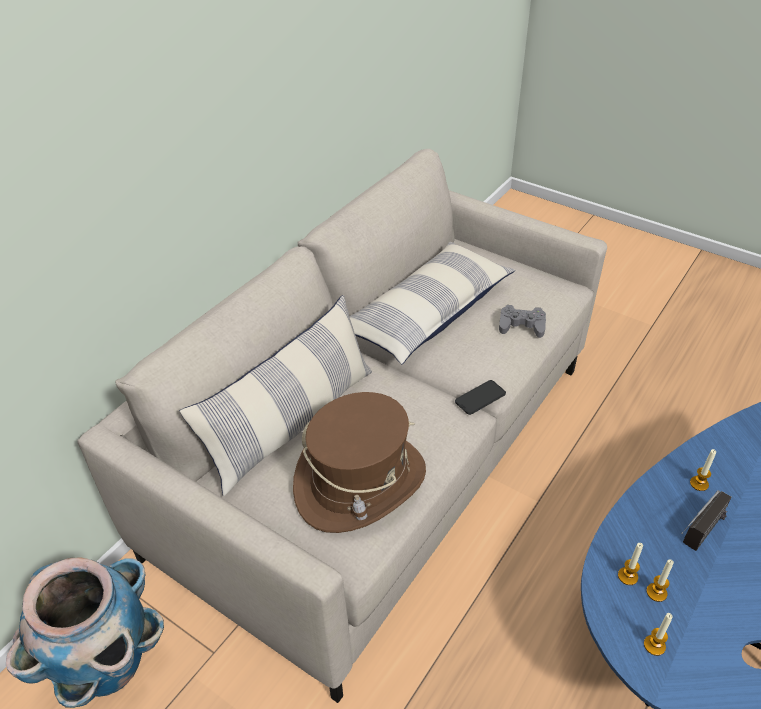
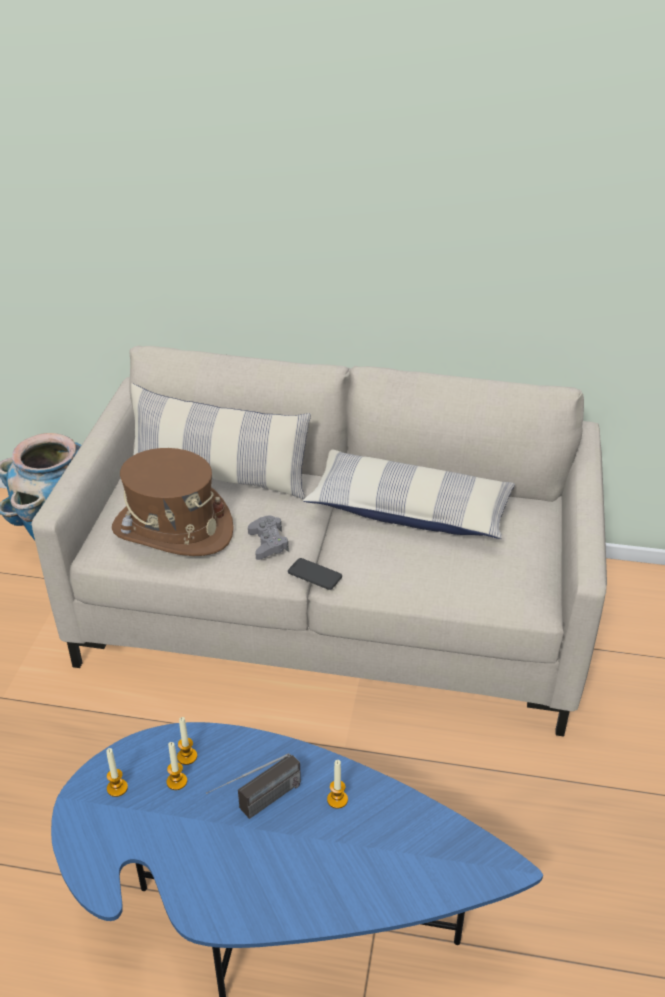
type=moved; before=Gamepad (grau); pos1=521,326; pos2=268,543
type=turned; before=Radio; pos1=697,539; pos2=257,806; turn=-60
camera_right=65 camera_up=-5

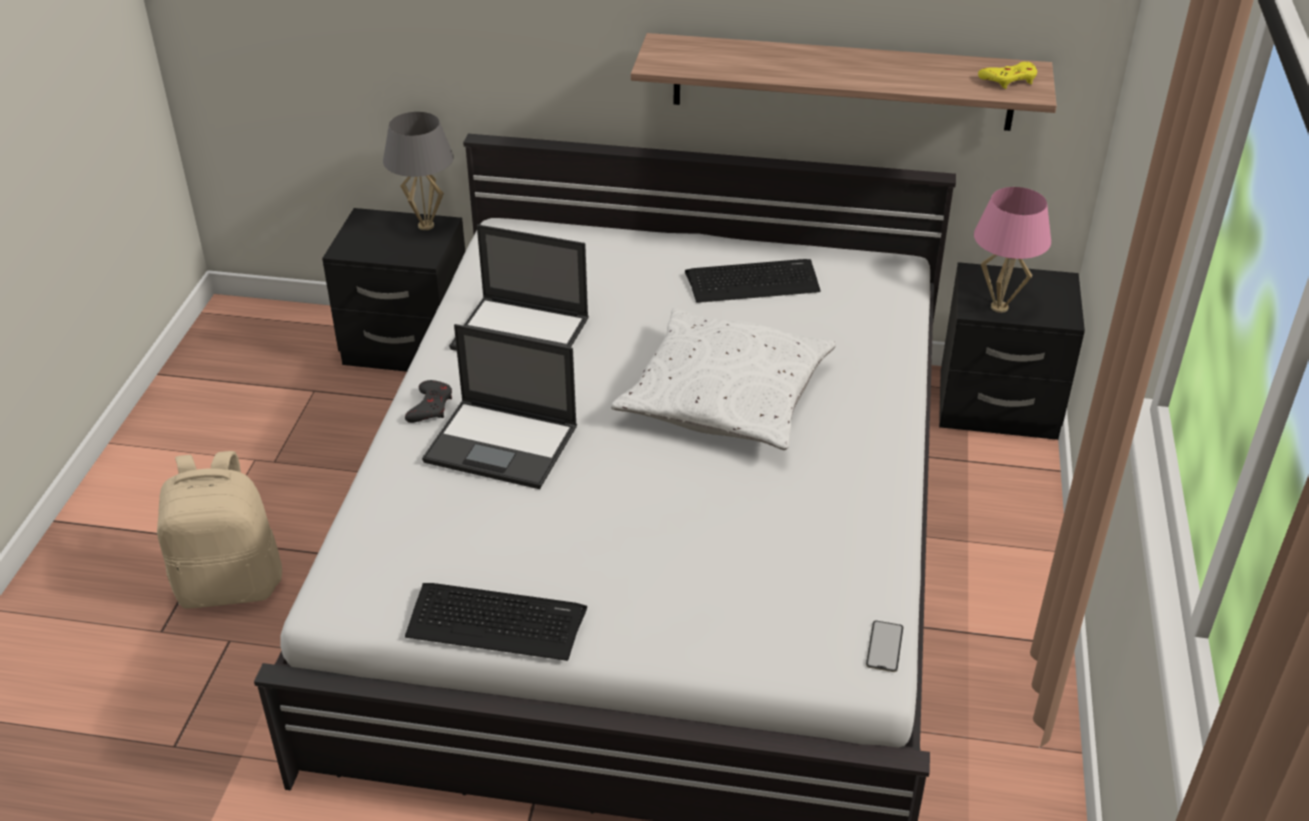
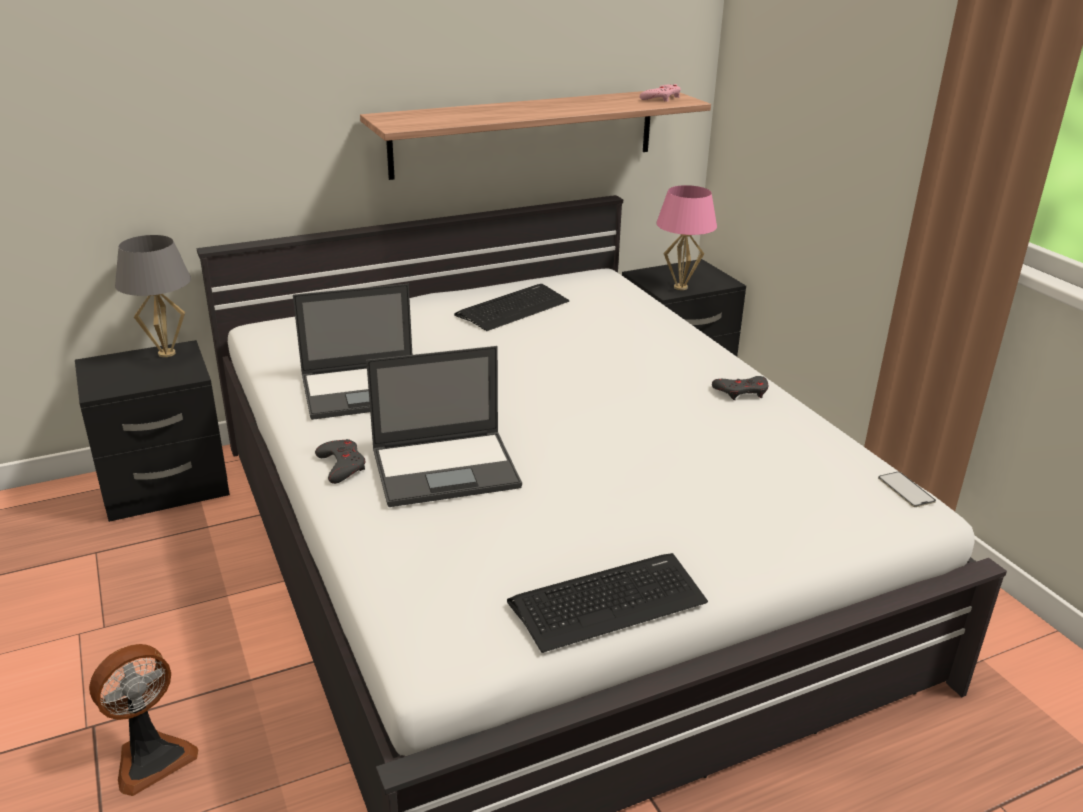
type=removed; before=Kissen (weiß); pos1=725,396
type=added; after=Gamepad (grau); pos2=742,392
type=replaced; before=Rucksack (beige); after=Ventilator; pos1=230,584; pos2=151,757
type=recoloured; before=Gamepad (gelb); after=Gamepad (rosa); pos1=1009,79; pos2=661,98
camera_right=-35 camera_up=-10

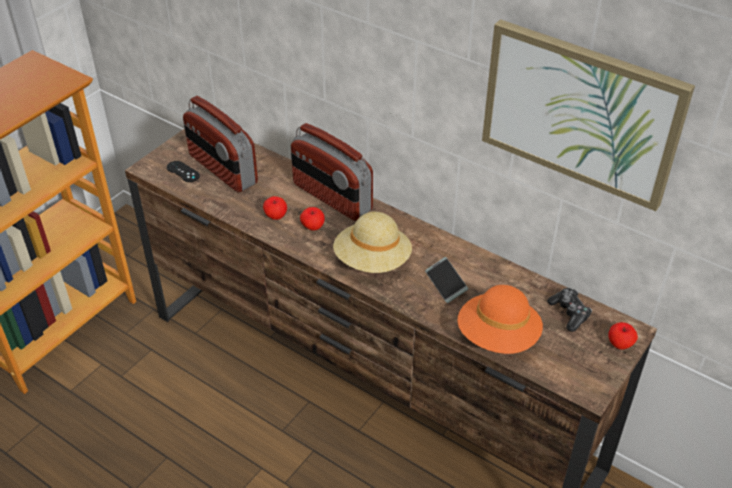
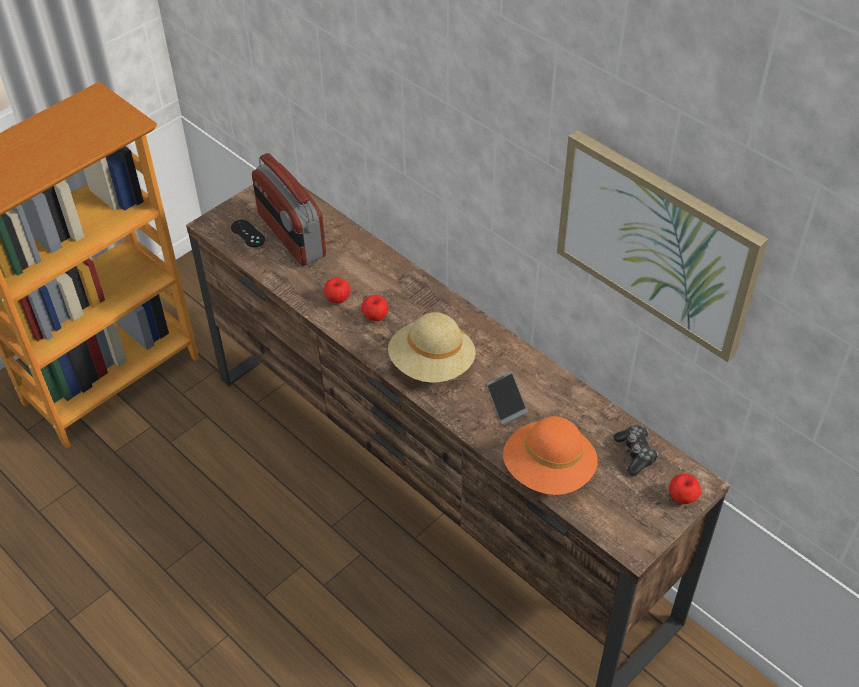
type=removed; before=Radio; pos1=331,197
camera_right=10 camera_up=5

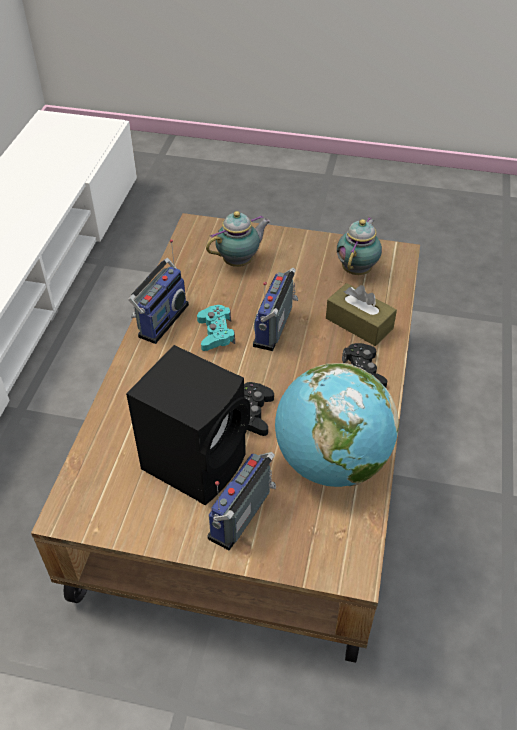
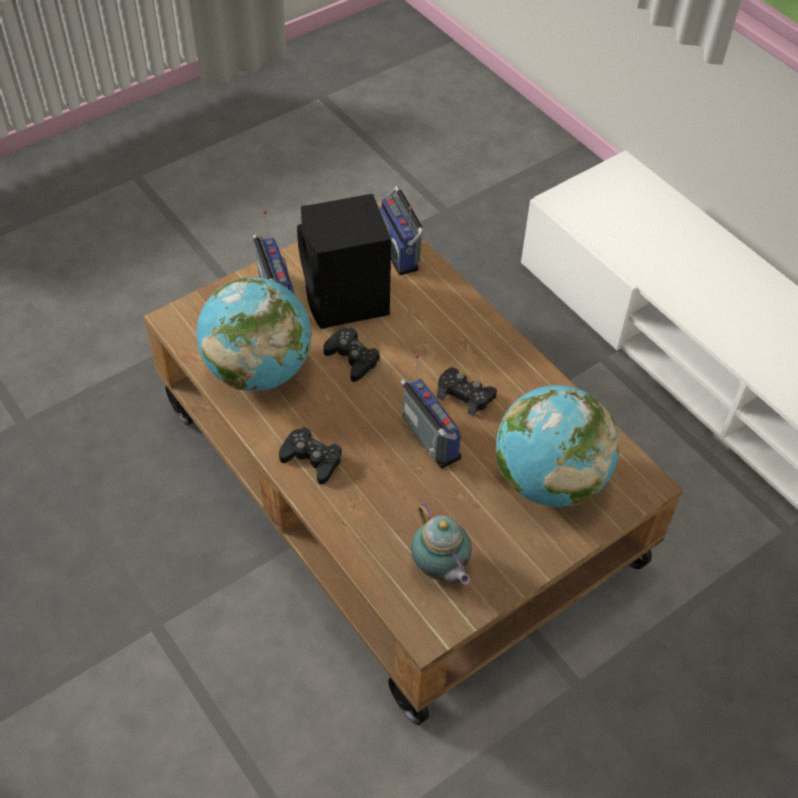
type=removed; before=Taschentuchbox (braun); pos1=359,323
type=moved; before=Radio; pos1=160,319; pos2=401,250
type=replaced; before=Teekanne; after=Globus; pos1=240,262; pos2=548,480
type=recoloured; before=Gamepad (türkis); after=Gamepad (schwarz); pos1=216,333; pos2=465,395
camera_right=130 camera_up=5

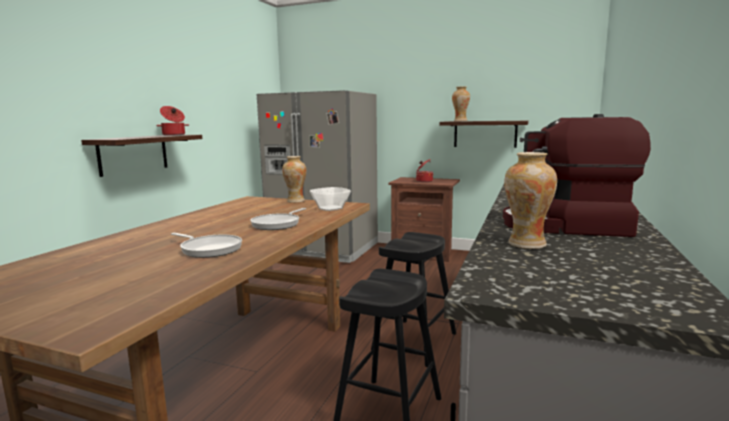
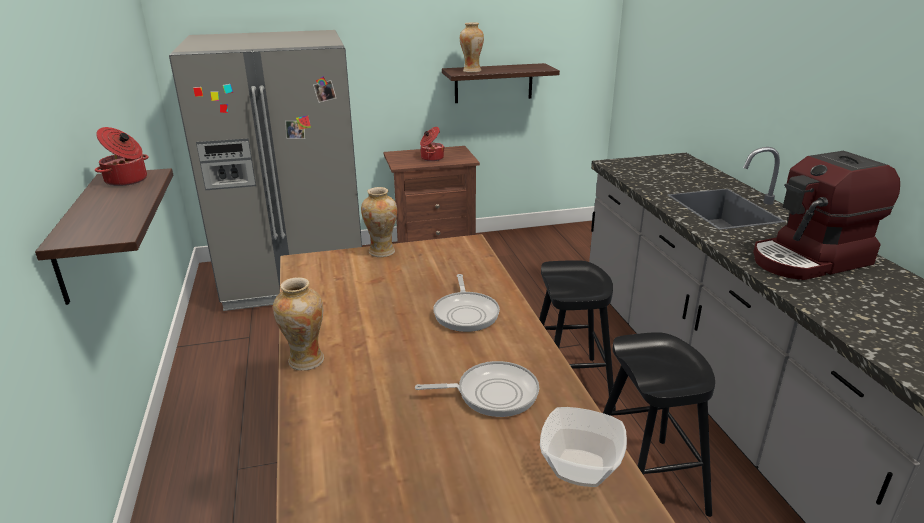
type=moved; before=Schüssel; pos1=331,208; pos2=581,467
type=moved; before=Vase; pos1=526,244; pos2=306,361
camera_right=-35 camera_up=15

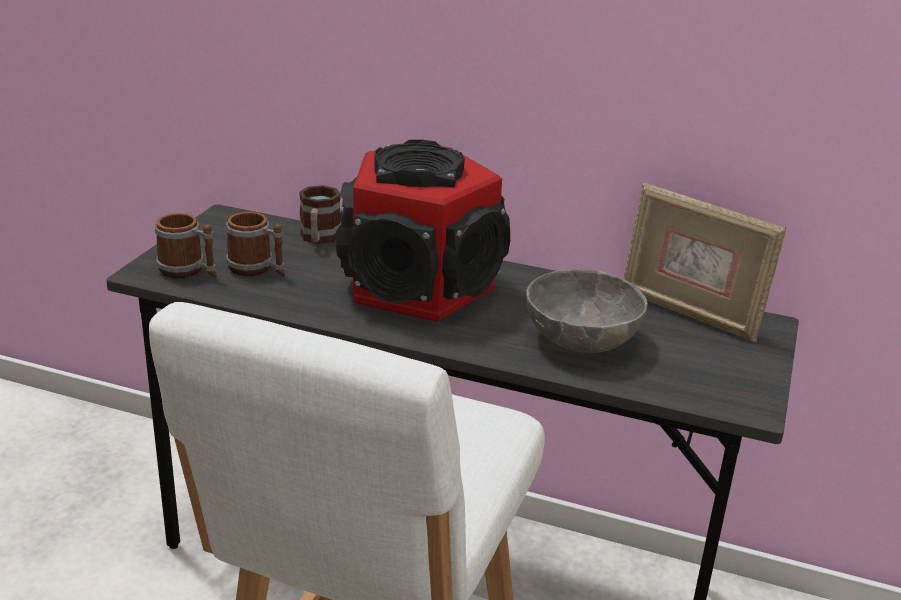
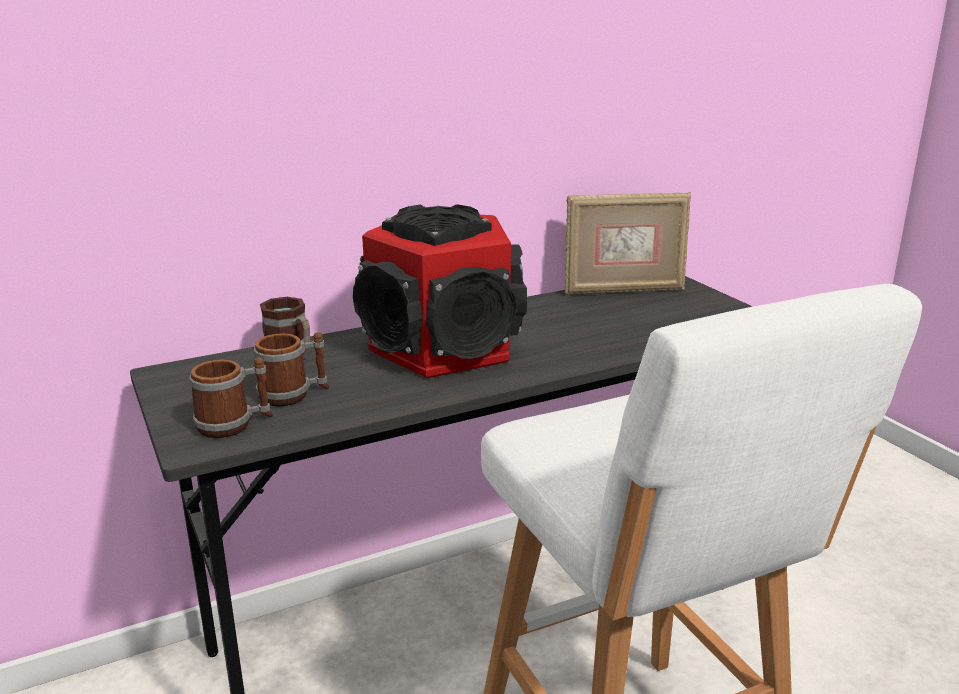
type=removed; before=Schüssel (grau); pos1=581,339
camera_right=-45 camera_up=-5

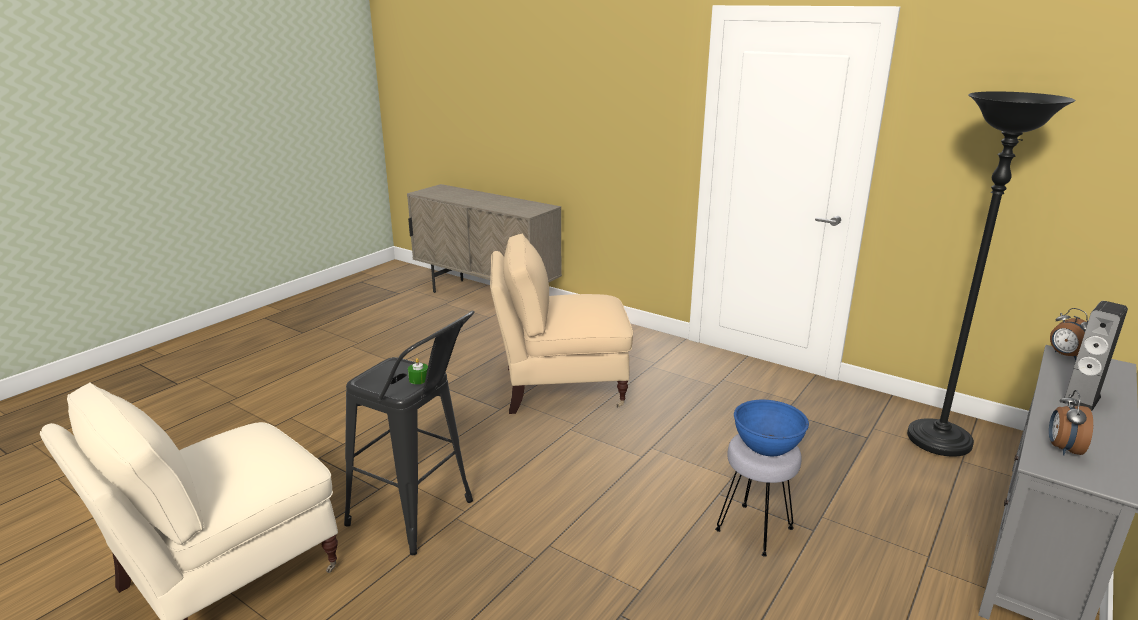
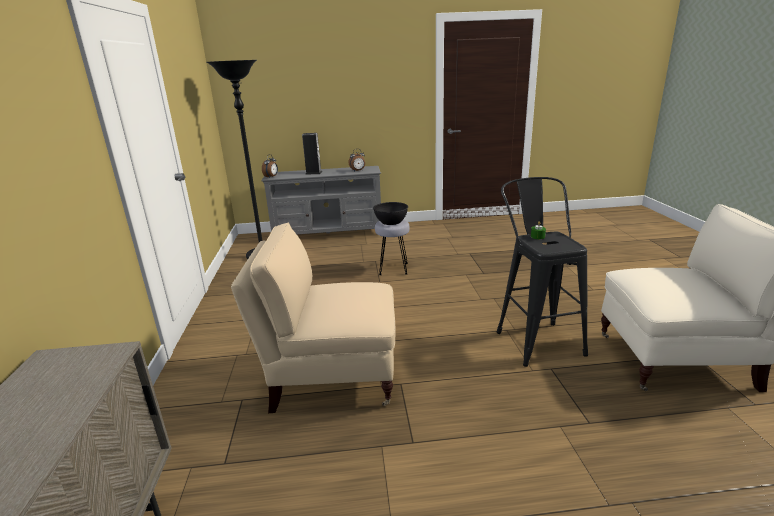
type=recoloured; before=Schüssel (blau); after=Schüssel (schwarz); pos1=767,445; pos2=391,222
type=turned; before=Sessel (beige); pos1=559,386; pos2=330,377; turn=135
camera_right=-130 camera_up=0

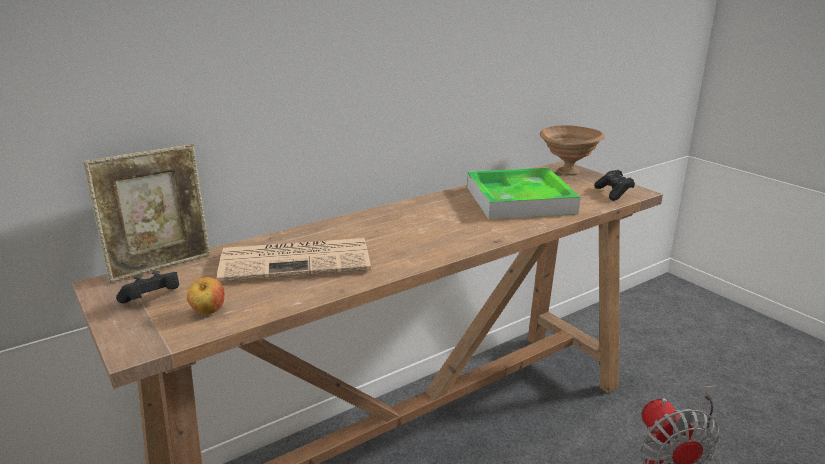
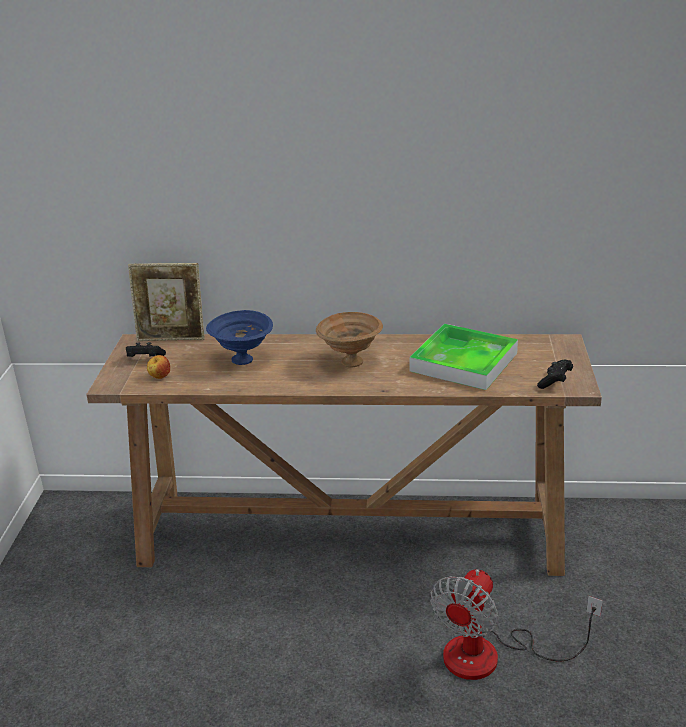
type=moved; before=Schüssel (braun); pos1=568,172; pos2=350,362
type=replaced; before=Zeitung; after=Schüssel (blau); pos1=298,260; pos2=244,360
camera_right=40 camera_up=5

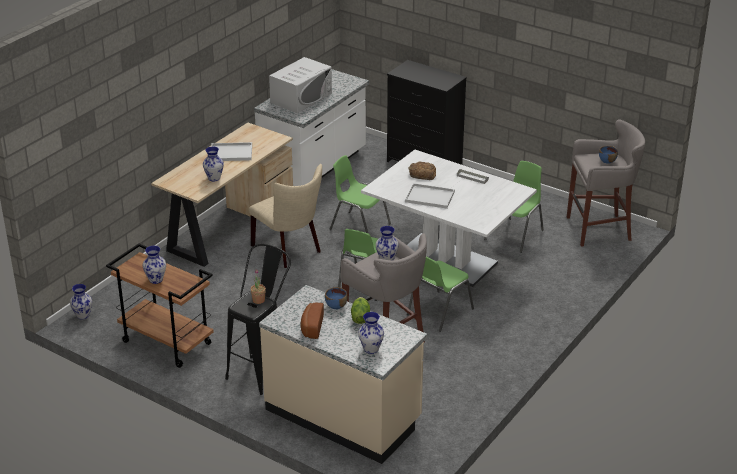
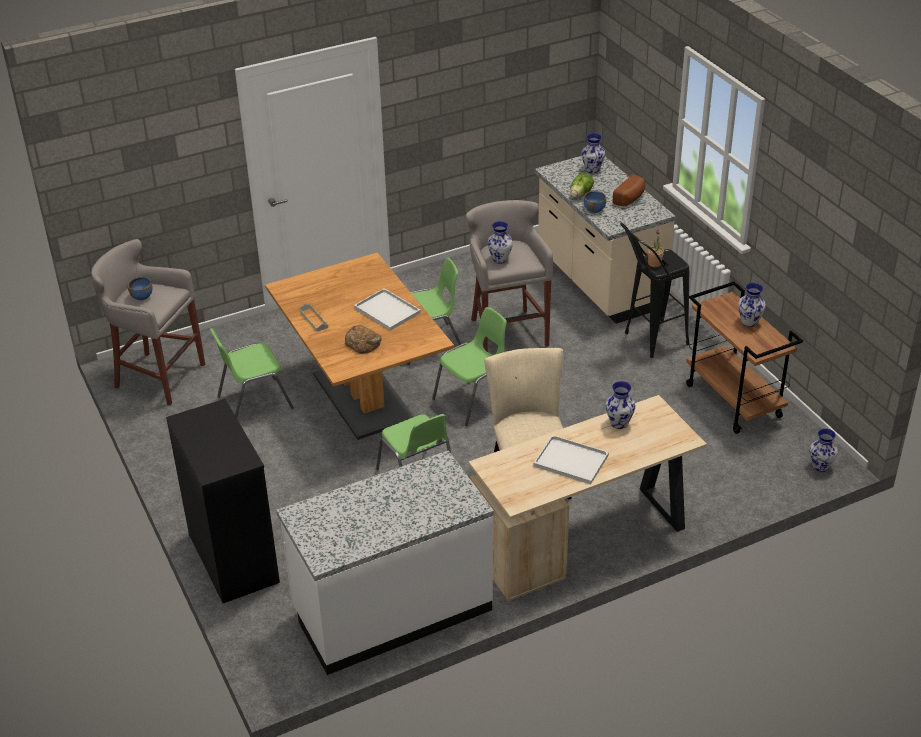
type=removed; before=Mikrowelle (weiß); pos1=301,98
type=recoloured; before=Esstisch (weiß); after=Esstisch (braun); pos1=446,260; pos2=363,397
camera_right=-150 camera_up=5

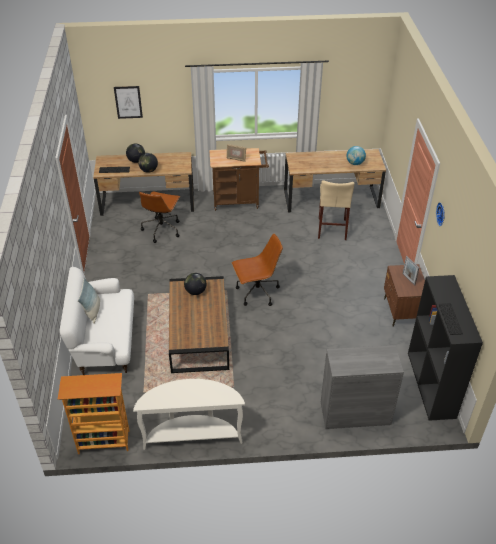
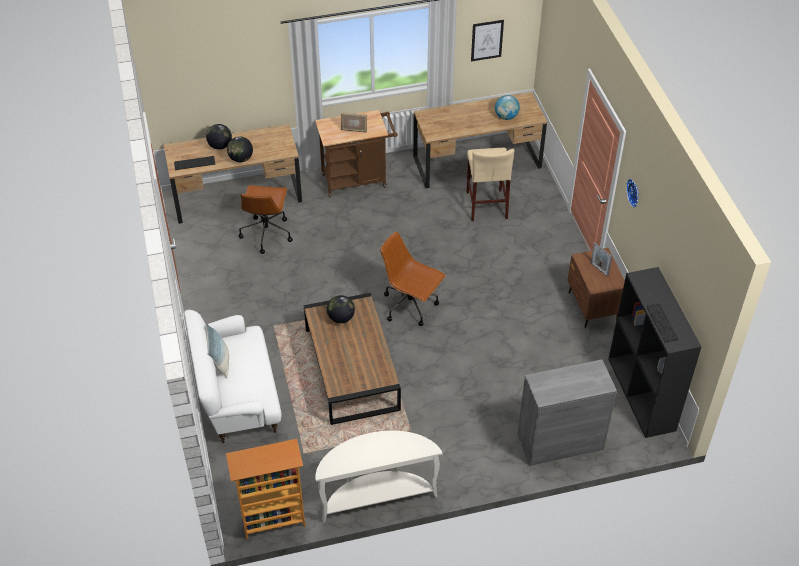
type=moved; before=Bild; pos1=128,102; pos2=487,40
type=turned; before=Bürostuhl (braun); pos1=257,293; pos2=411,306; turn=-120
camera_right=-10 camera_up=5

